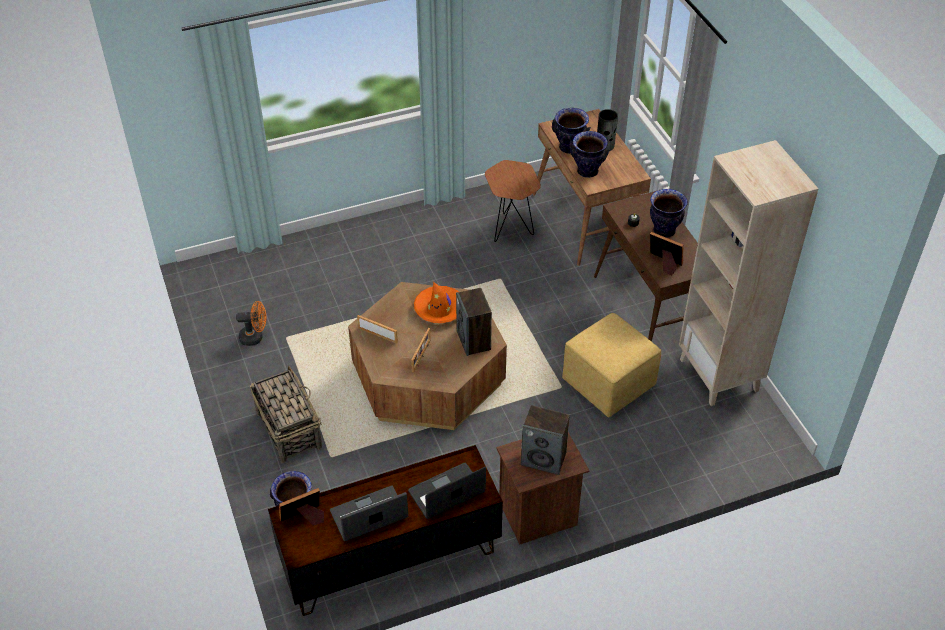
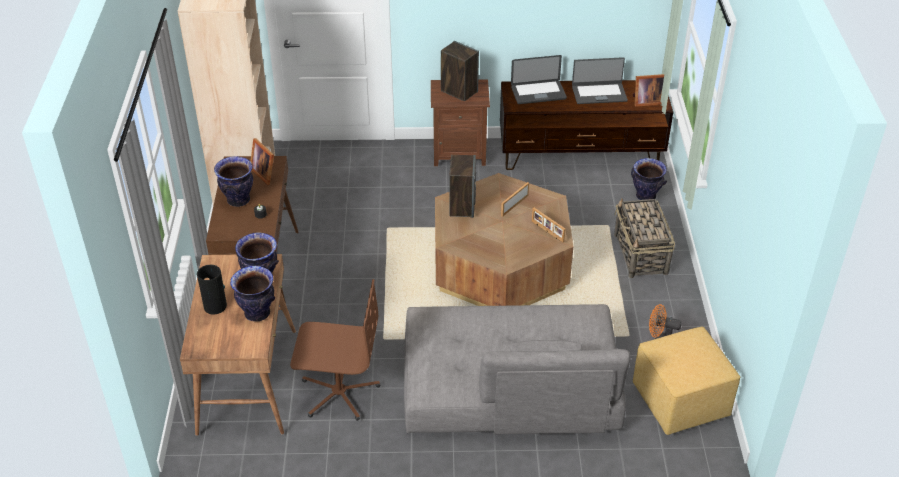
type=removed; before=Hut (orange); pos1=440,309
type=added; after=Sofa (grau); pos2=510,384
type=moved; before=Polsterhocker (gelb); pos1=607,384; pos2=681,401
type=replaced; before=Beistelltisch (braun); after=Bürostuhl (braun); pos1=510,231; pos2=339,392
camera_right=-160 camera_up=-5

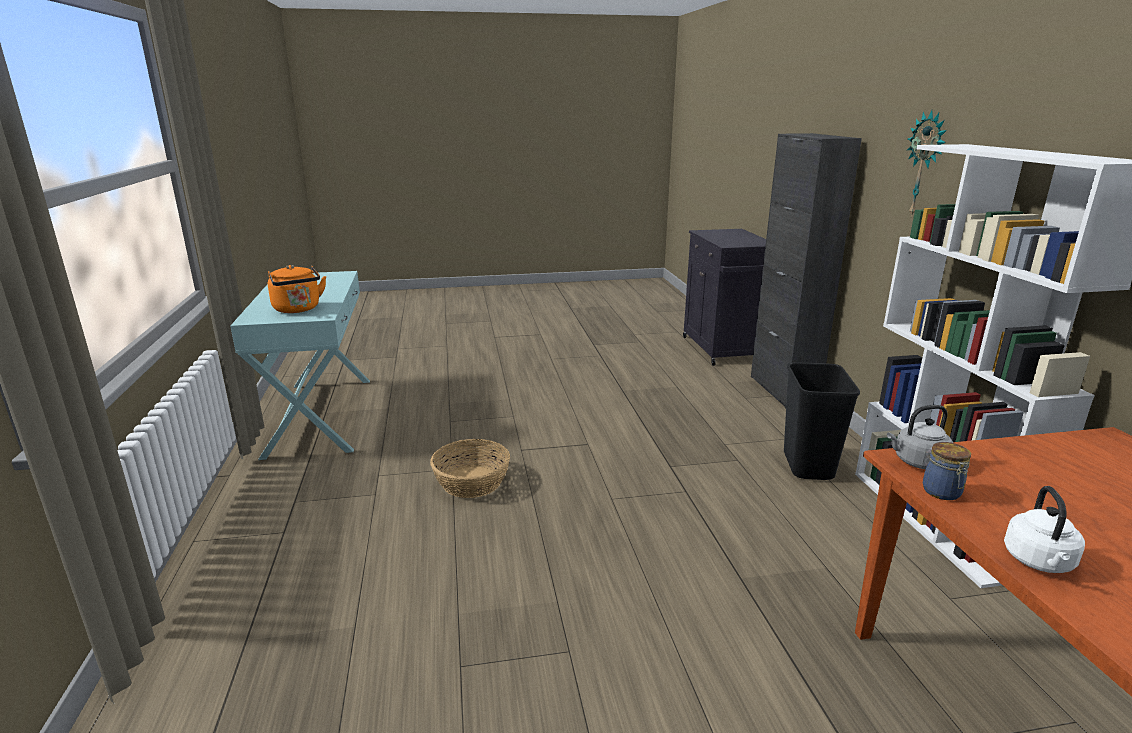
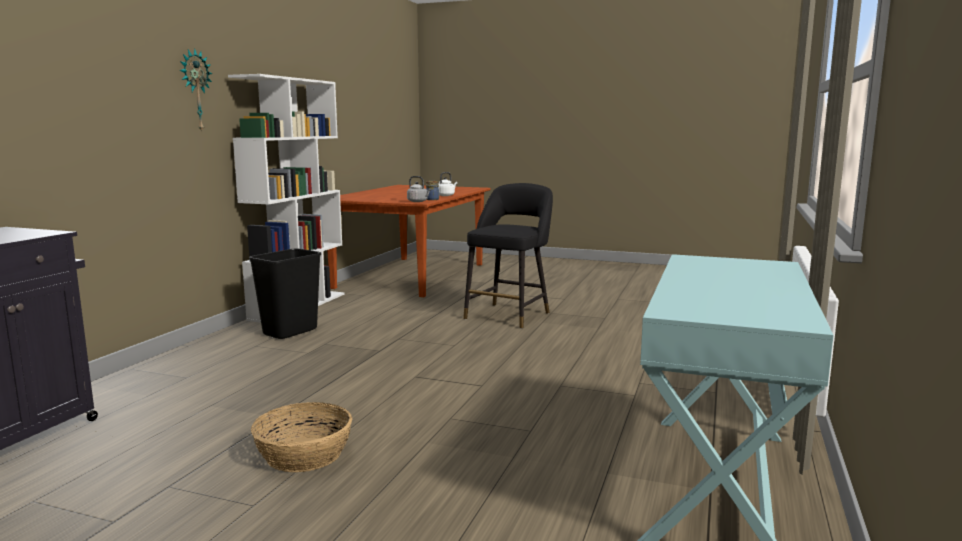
type=removed; before=Wasserkessel (orange); pos1=298,309
type=removed; before=Schrank (schwarz); pos1=783,390
type=added; after=Hocker (schwarz); pos2=509,315
type=moved; before=Korb; pos1=472,482; pos2=303,455
camera_right=-150 camera_up=-10

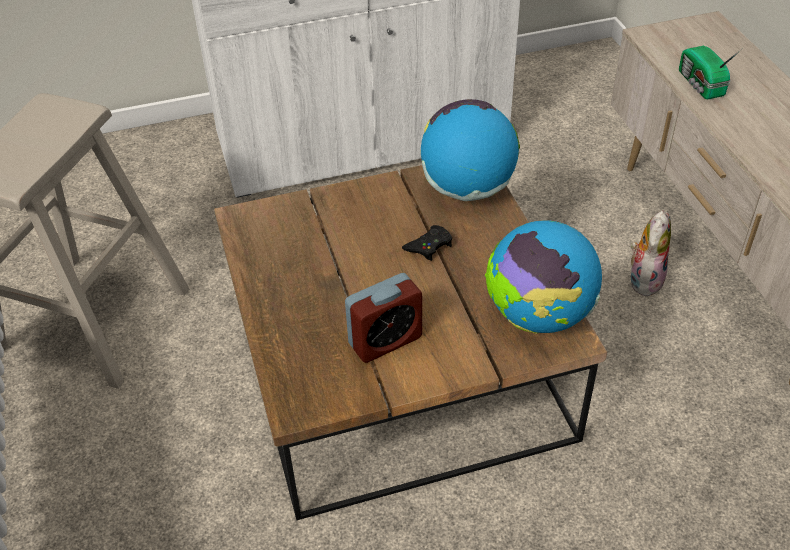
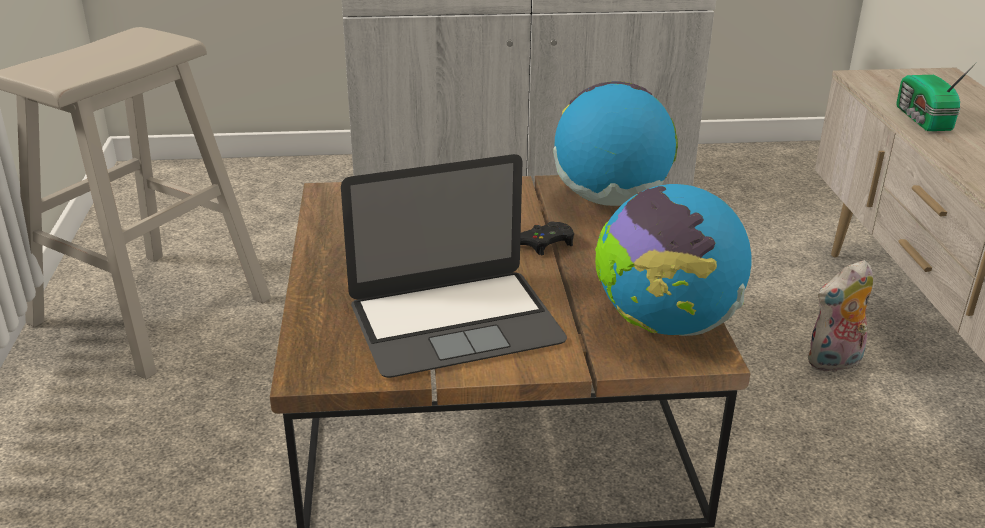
type=replaced; before=Wecker; after=Laptop; pos1=385,341; pos2=455,322
type=turned; before=Plüschtier; pos1=644,278; pos2=834,363; turn=-150
camera_right=10 camera_up=-15

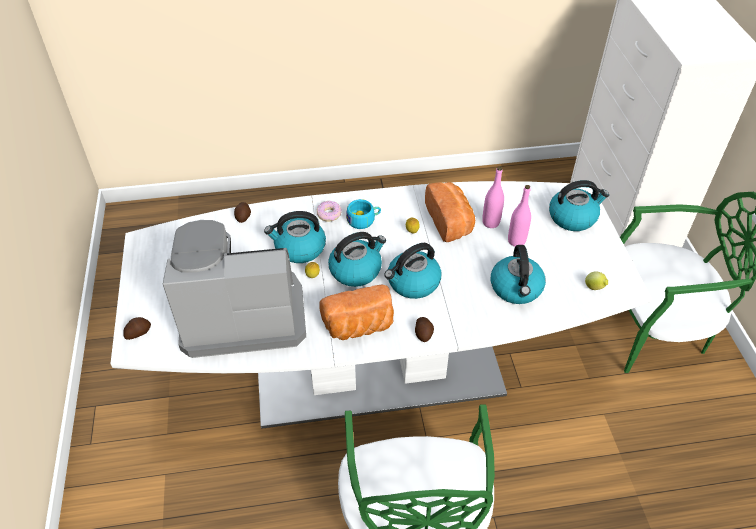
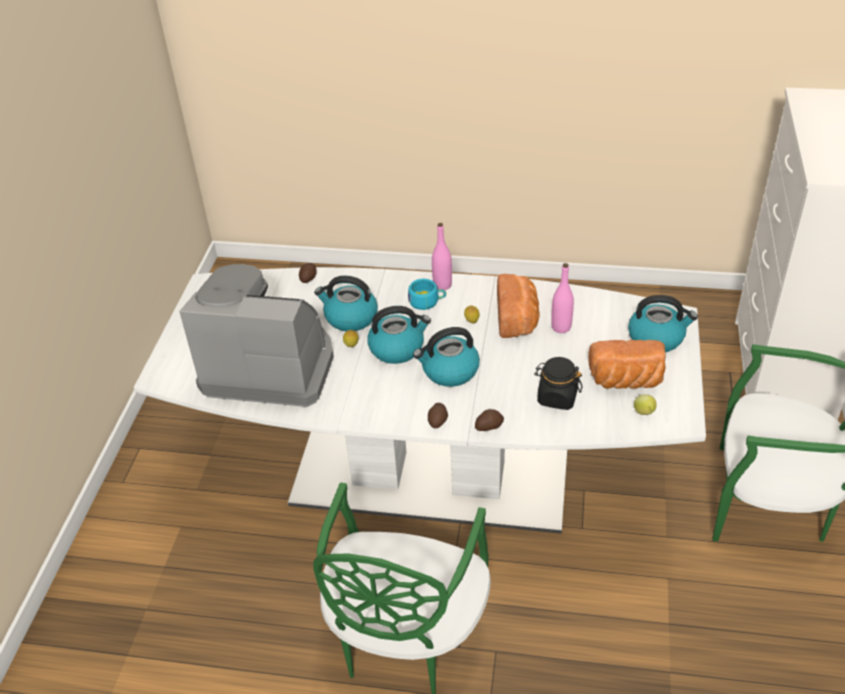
type=removed; before=Donut; pos1=329,214
type=moved; before=Kartoffel; pos1=138,332; pos2=488,426
type=moved; before=Brot; pos1=359,327; pos2=626,381
type=moved; before=Flasche (rosa); pos1=516,241; pos2=442,285
type=replaced; before=Wasserkessel; after=Vorratsglas (schwarz); pos1=516,288; pos2=557,397
camera_right=20 camera_up=-5

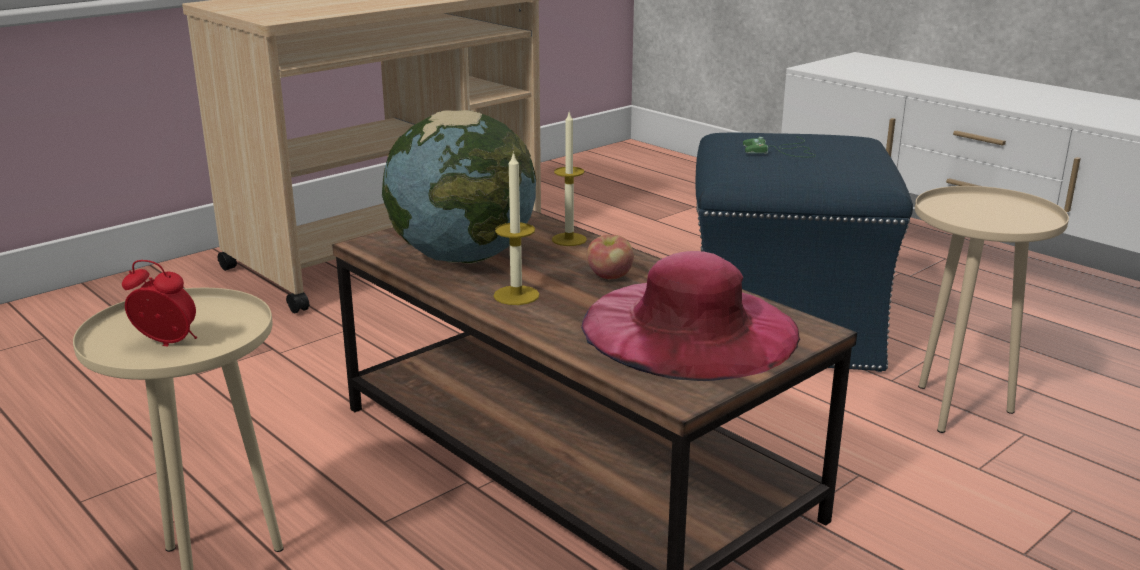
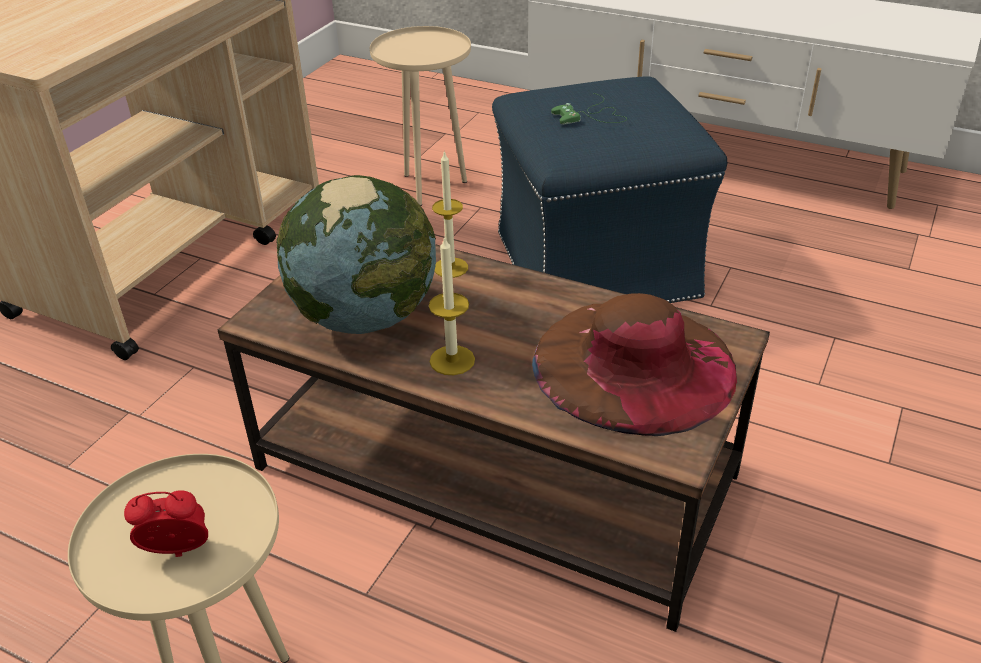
type=removed; before=Apfel; pos1=610,276
type=moved; before=Beistelltisch (beige); pos1=957,409; pos2=430,187
type=recoloured; before=Hut (rosa); after=Hut (braun); pos1=690,328; pos2=634,364
camera_right=-20 camera_up=15

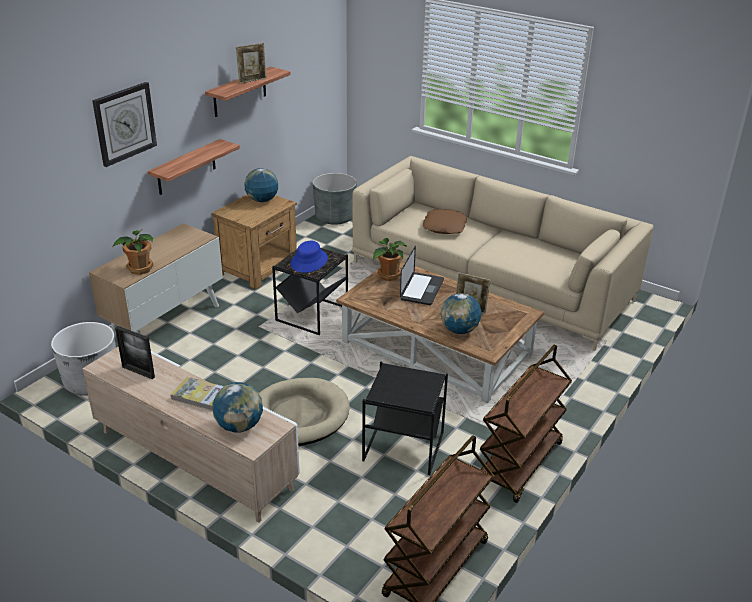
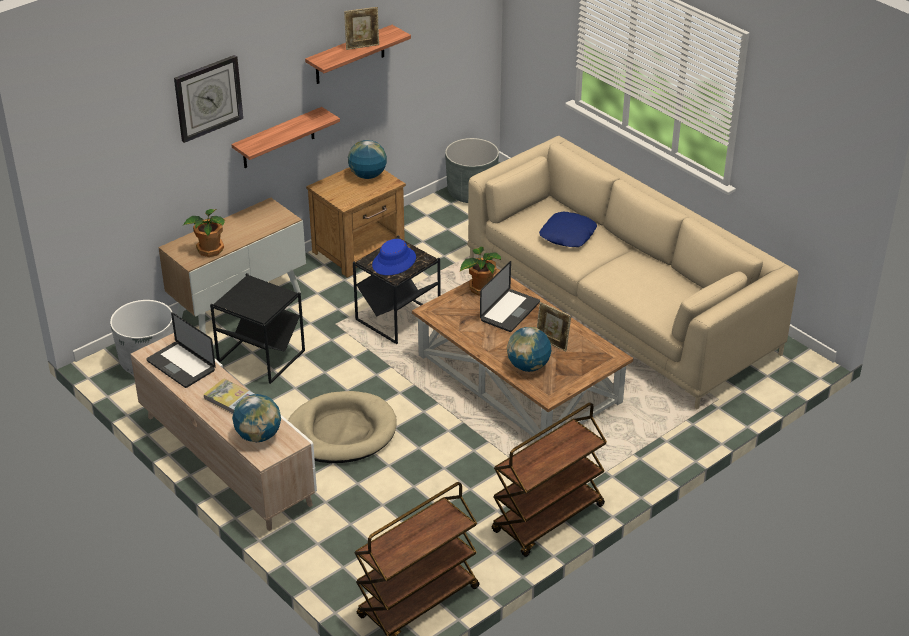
type=moved; before=Beistelltisch (schwarz); pos1=403,446; pos2=261,356
type=replaced; before=Bilderrahmen; after=Laptop; pos1=138,372; pos2=181,366
type=recoloured; before=Kissen (braun); after=Kissen (blau); pos1=445,226; pos2=568,235
camera_right=15 camera_up=5

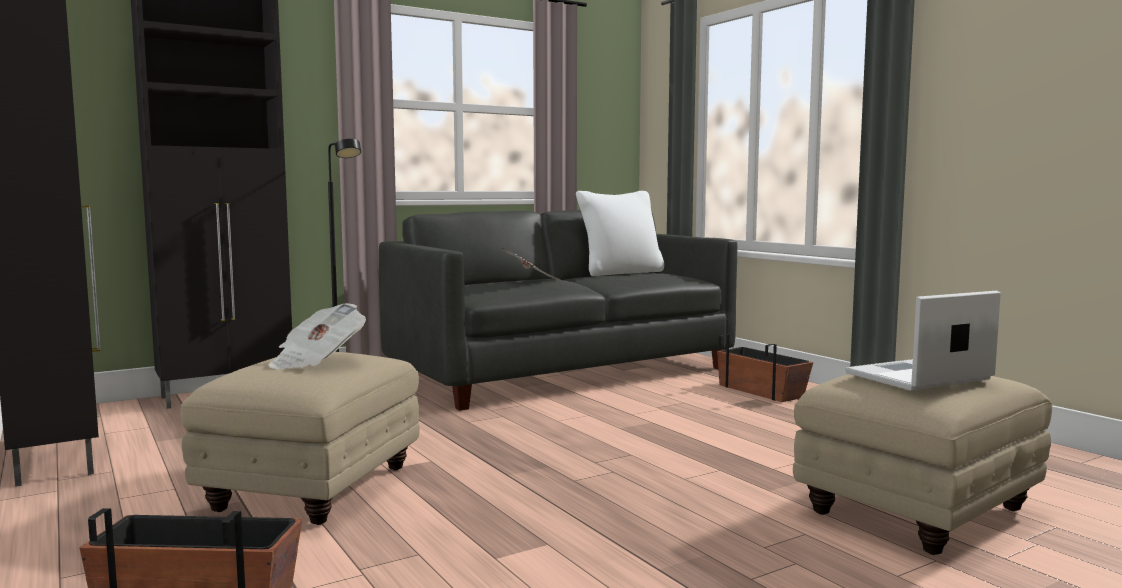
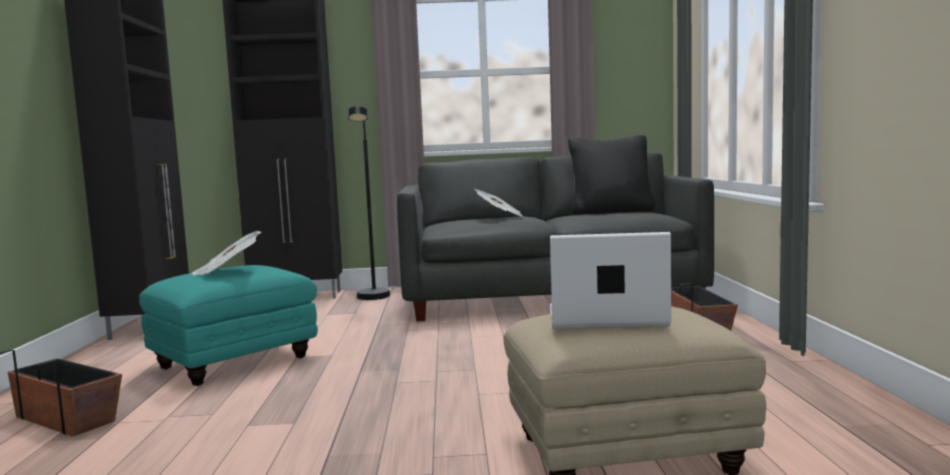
type=recoloured; before=Polsterhocker (beige); after=Polsterhocker (türkis); pos1=315,487; pos2=236,362
type=recoloured; before=Kissen (weiß); after=Kissen (schwarz); pos1=620,273; pos2=611,212
camera_right=30 camera_up=0

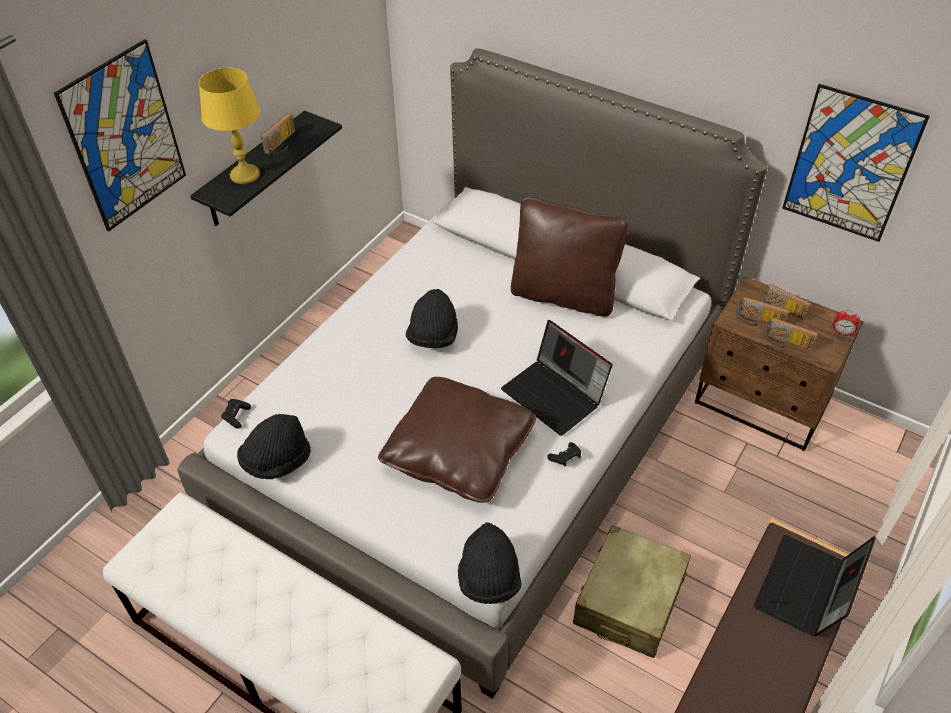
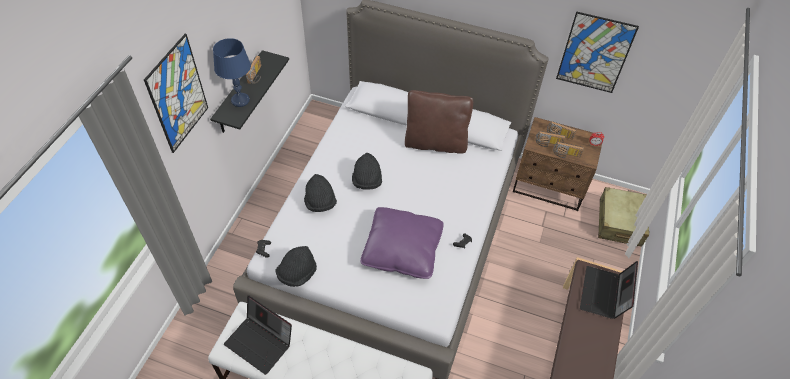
type=moved; before=Hut (schwarz); pos1=489,579; pos2=320,202
type=moved; before=Laptop; pos1=555,395; pos2=261,342
type=moved; before=Koffer (beige); pos1=629,600; pos2=619,223
type=recoloured; before=Tischlampe (gelb); after=Tischlampe (blau); pos1=244,175; pos2=240,100
type=recoloured; before=Kissen (braun); after=Kissen (lila); pos1=459,452; pos2=402,250
camera_right=-15 camera_up=5

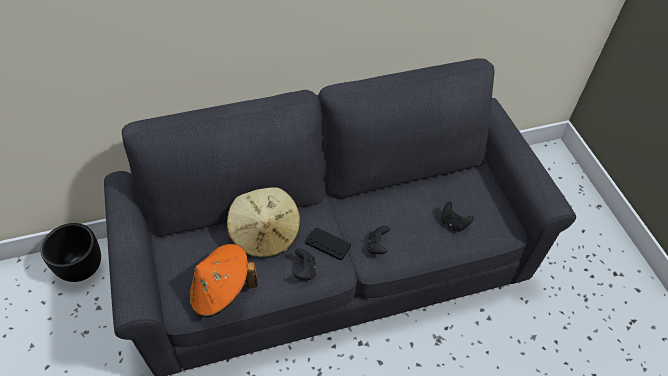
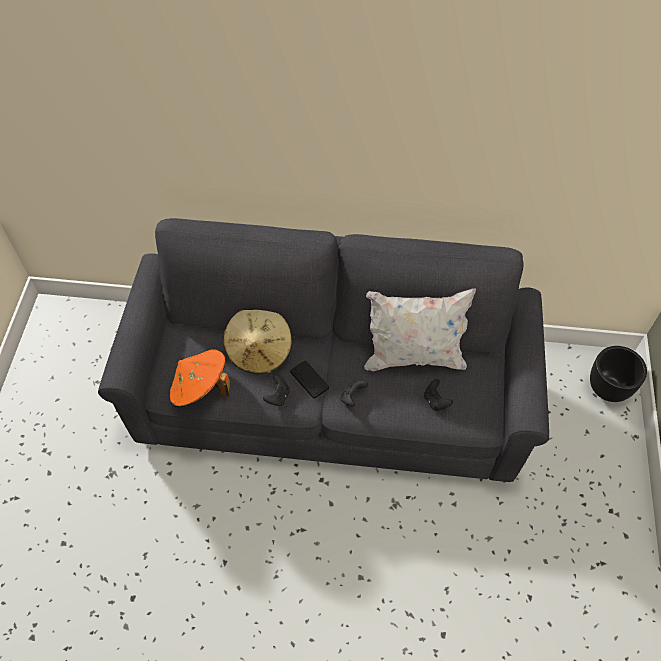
type=added; after=Kissen (weiß); pos2=413,356
type=moved; before=Pflanzkübel (schwarz); pos1=82,268; pos2=608,388
camera_right=25 camera_up=5

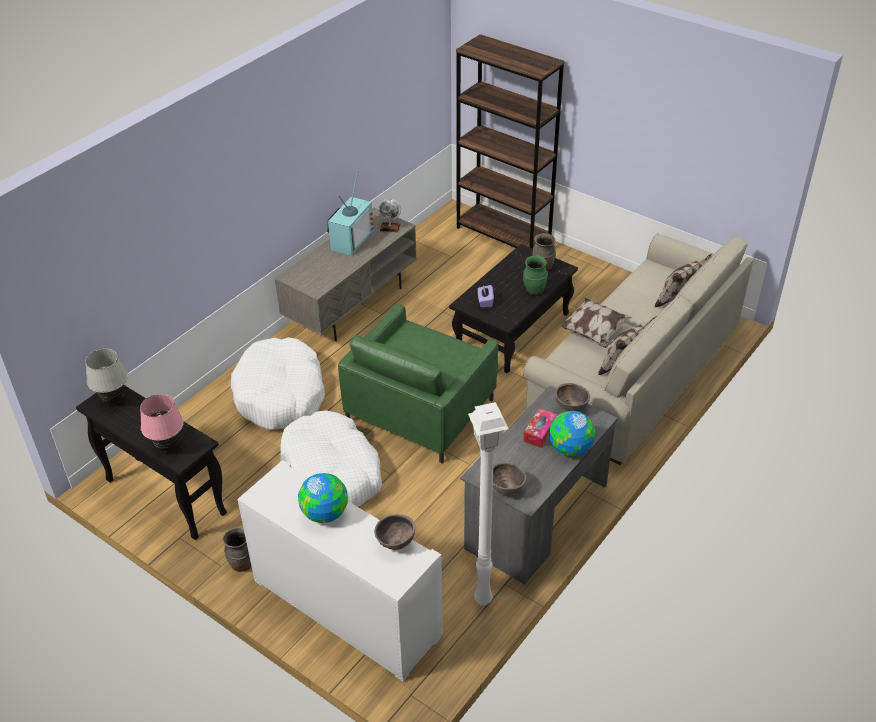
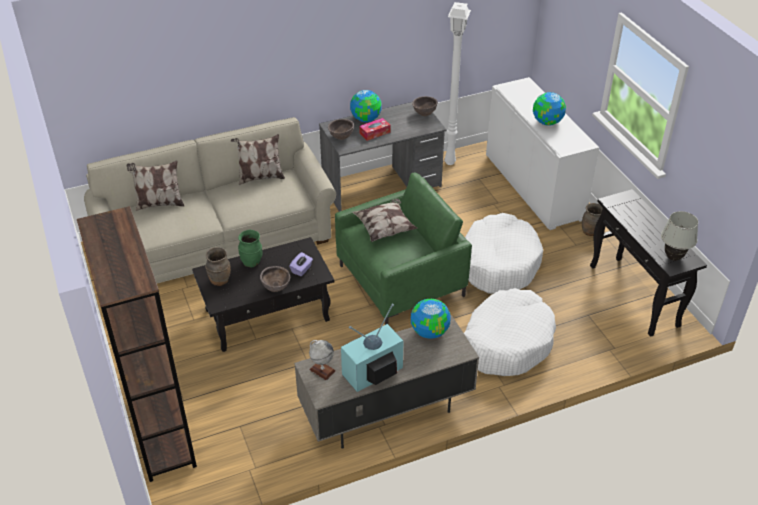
type=removed; before=Tischlampe (rosa); pos1=167,447
type=added; after=Globus; pos2=429,331
type=moved; before=Schüssel (braun); pos1=395,543; pos2=276,288
type=moved; before=Kissen; pos1=593,332; pos2=385,228
camera_right=-150 camera_up=0

